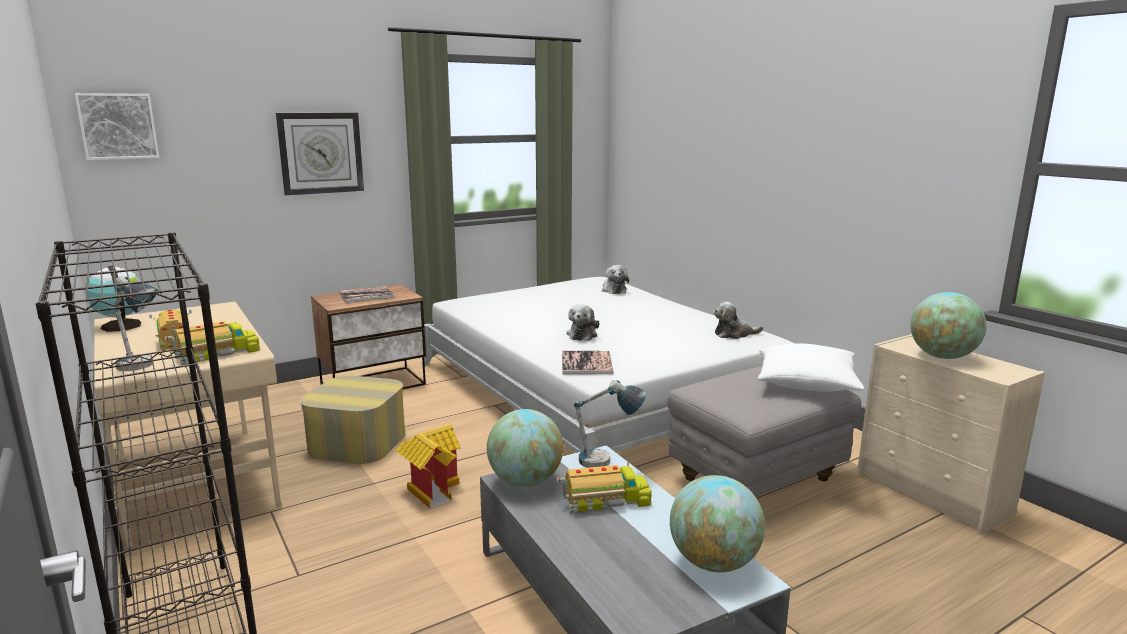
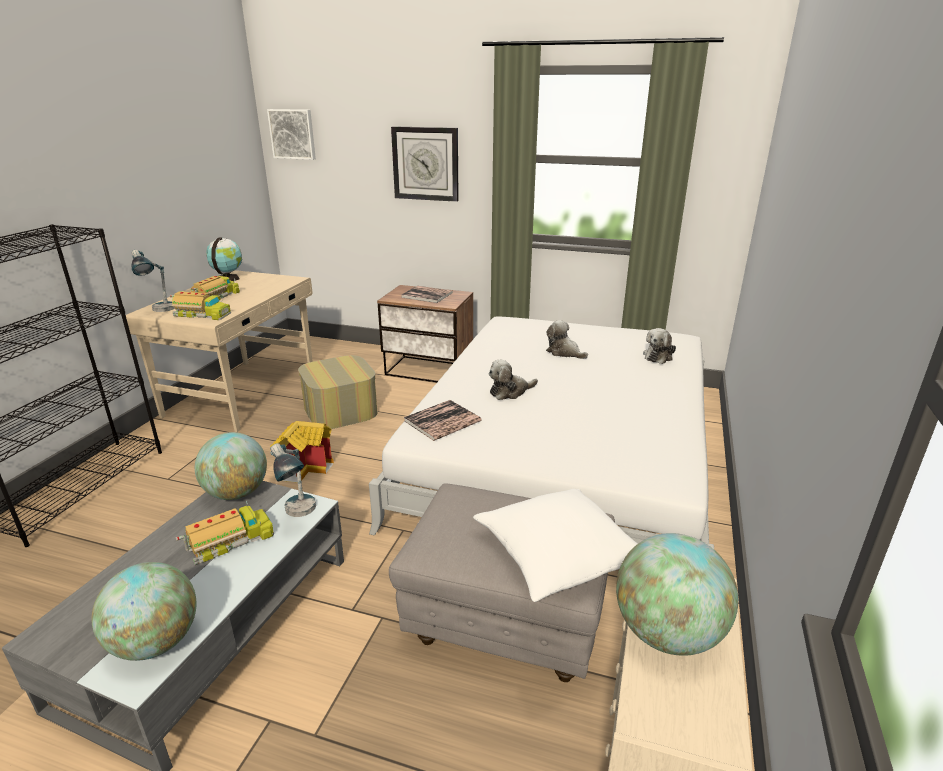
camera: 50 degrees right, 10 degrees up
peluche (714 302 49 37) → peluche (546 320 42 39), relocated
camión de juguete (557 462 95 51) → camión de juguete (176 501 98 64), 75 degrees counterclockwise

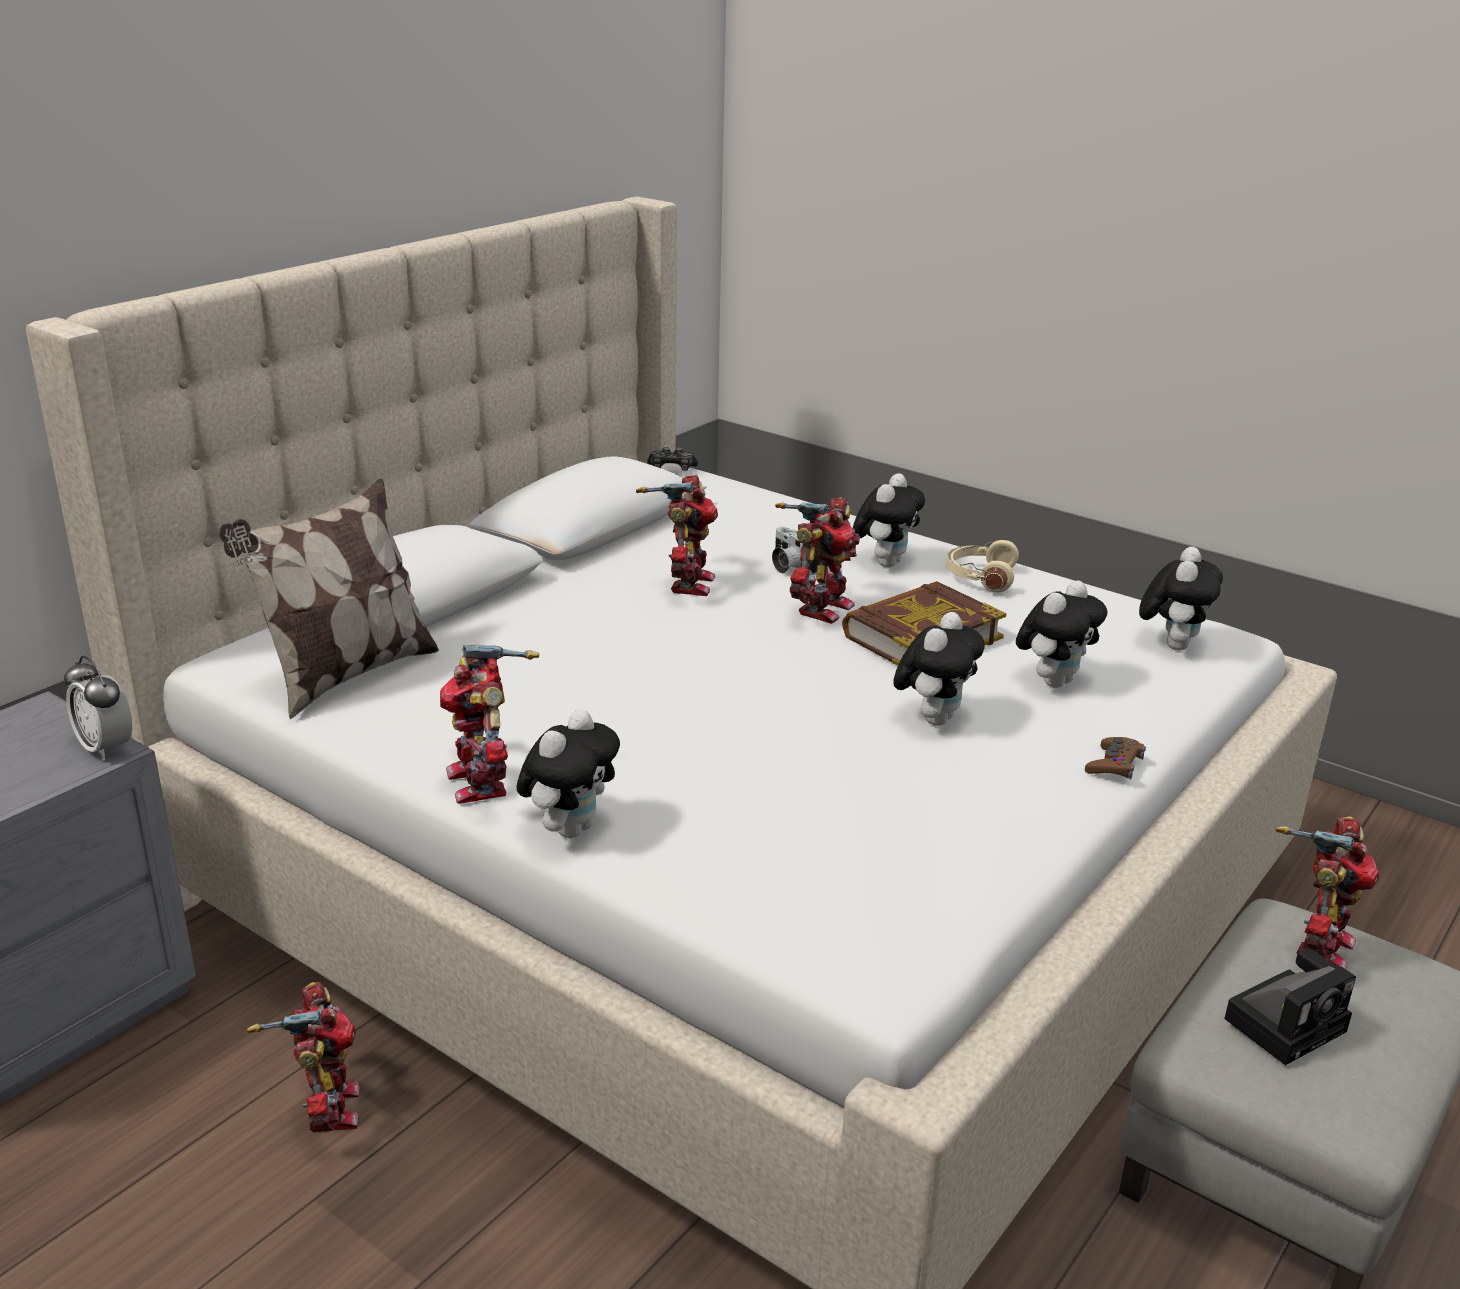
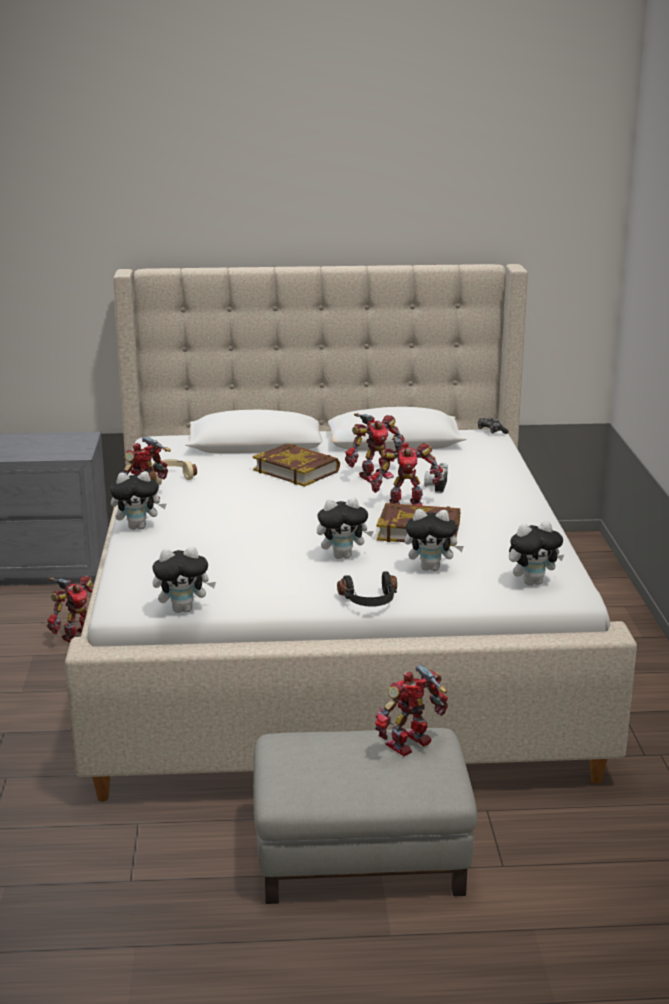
camera: 50 degrees right, 5 degrees down
peluche (853 473 72 94) → peluche (153 546 63 67), relocated
cojín (219 479 220 240) → -
auriculares [beis] (946 540 73 52) → auriculares [beis] (149 459 48 26), relocated
despertador (64 656 68 104) → -
mando de consola [marrón] (1085 737 61 43) → auriculares [negro] (337 572 60 35)
robot de juguete (1275 816 104 153) → robot de juguete (375 664 73 92), 150 degrees clockwise
cámara (1224 948 132 117) → -
- → libro (253 443 87 44)

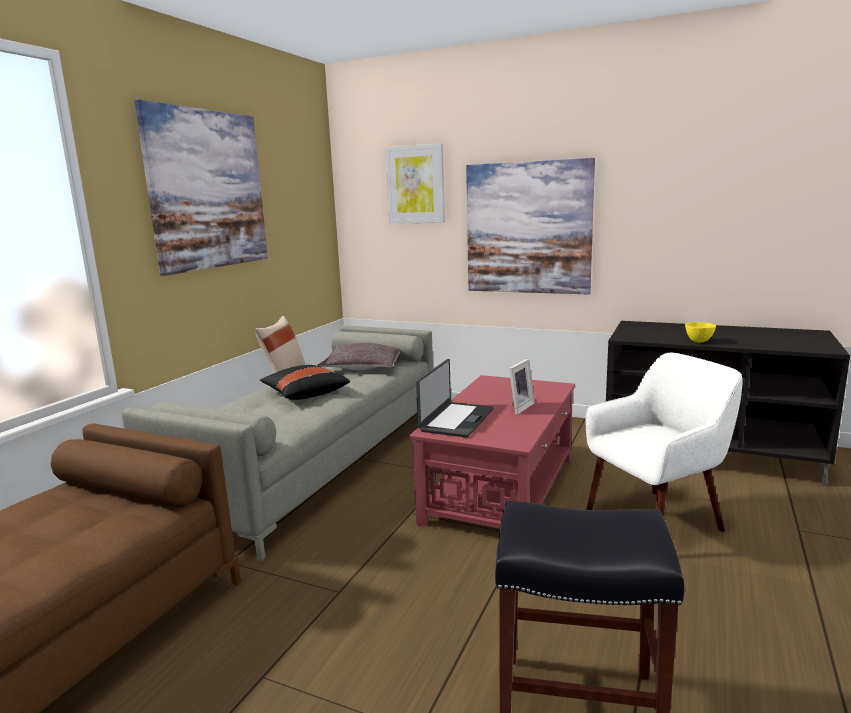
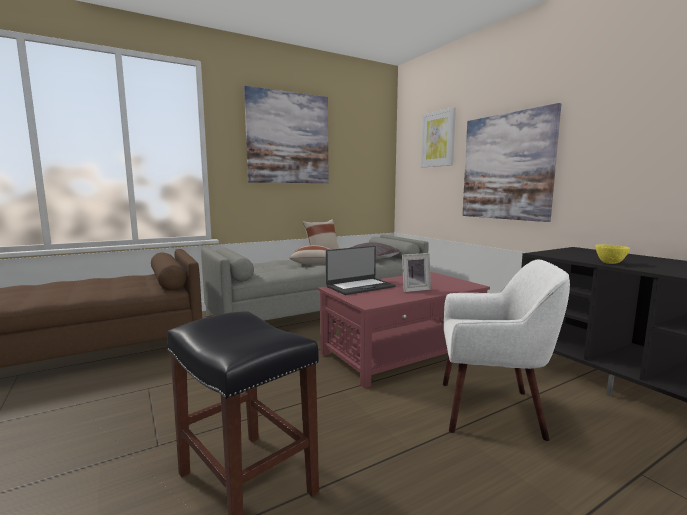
camera: 35 degrees right, 5 degrees down
cojín [negro] (260 365 90 35) → cojín [beis] (290 245 42 20)

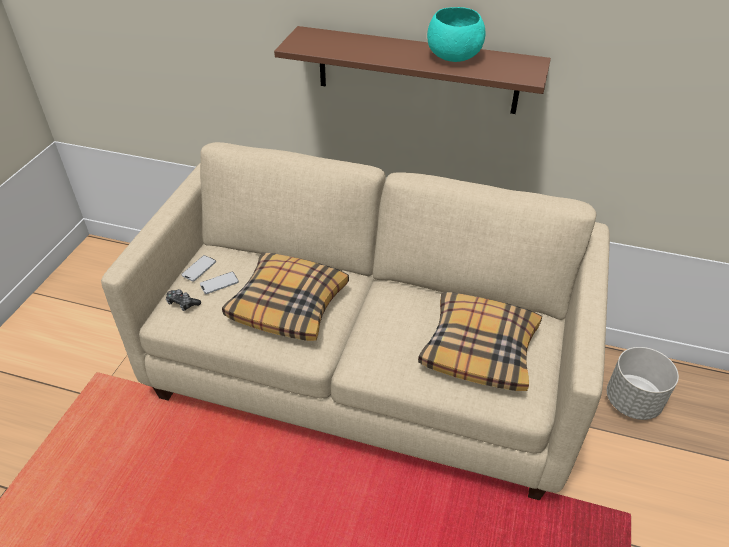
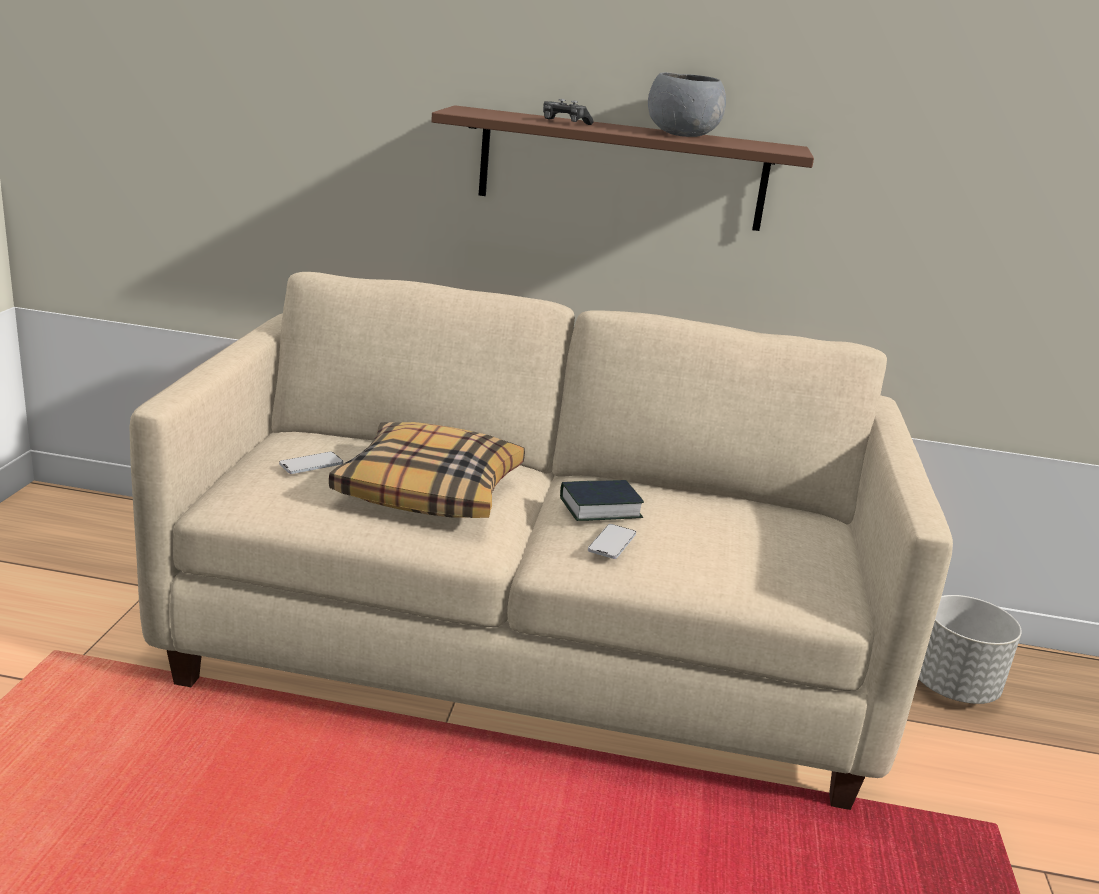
camera: 10 degrees left, 20 degrees down
cuenco [turquesa] (427 7 59 55) → cuenco [gris] (648 72 78 65)
móvil (181 255 35 26) → móvil (588 524 48 35), relocated
mando de consola (166 289 35 22) → mando de consola (543 99 51 26), relocated
cojín (418 292 124 99) → -
- → libro (560 480 84 41)

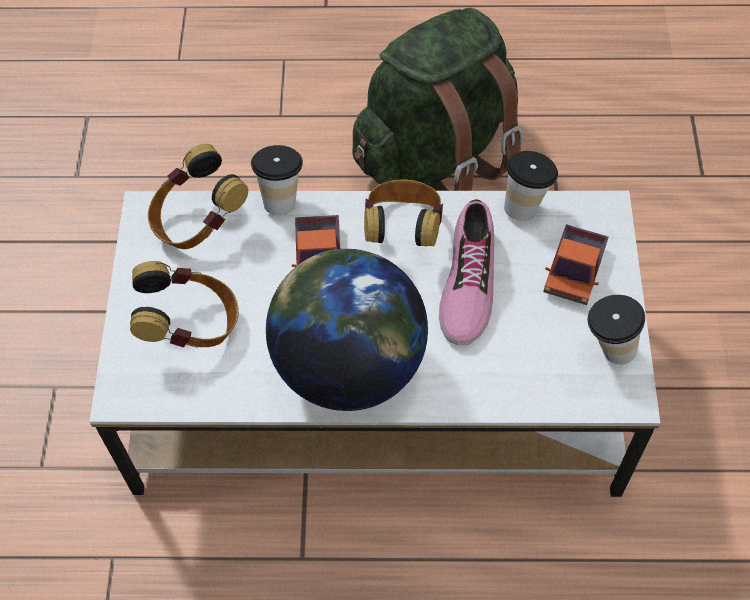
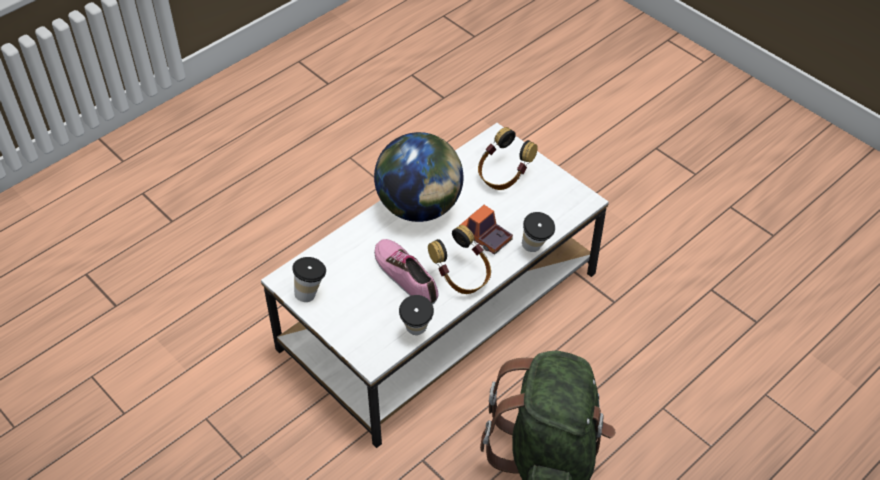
camera: 135 degrees right, 10 degrees down
auriculares (148 144 100 105) → -
camión de juguete (543 224 66 81) → -

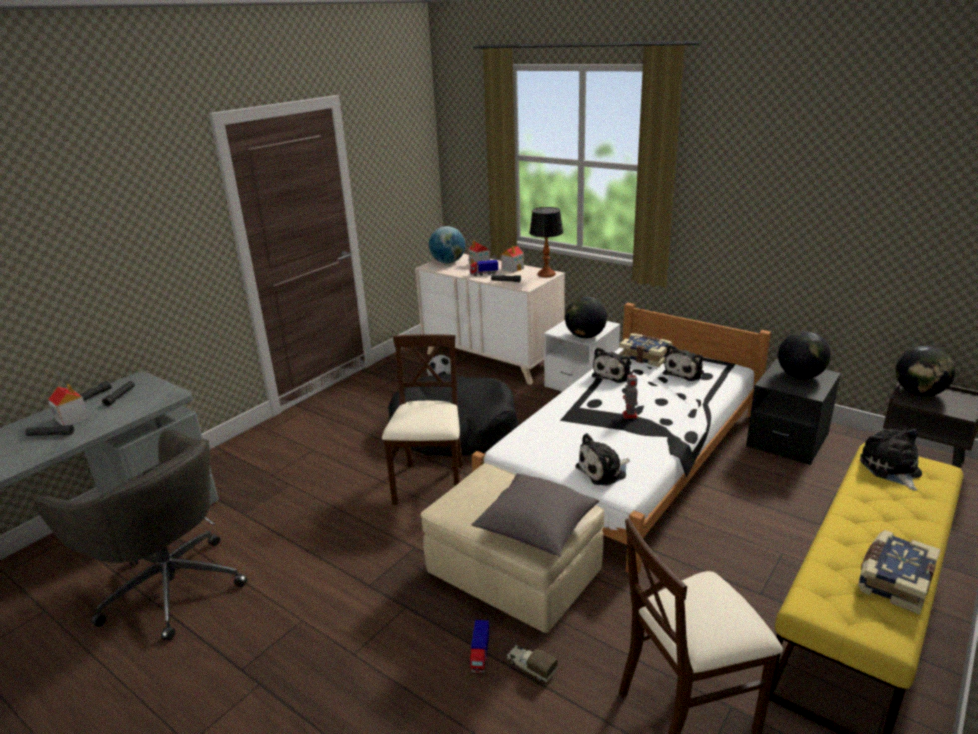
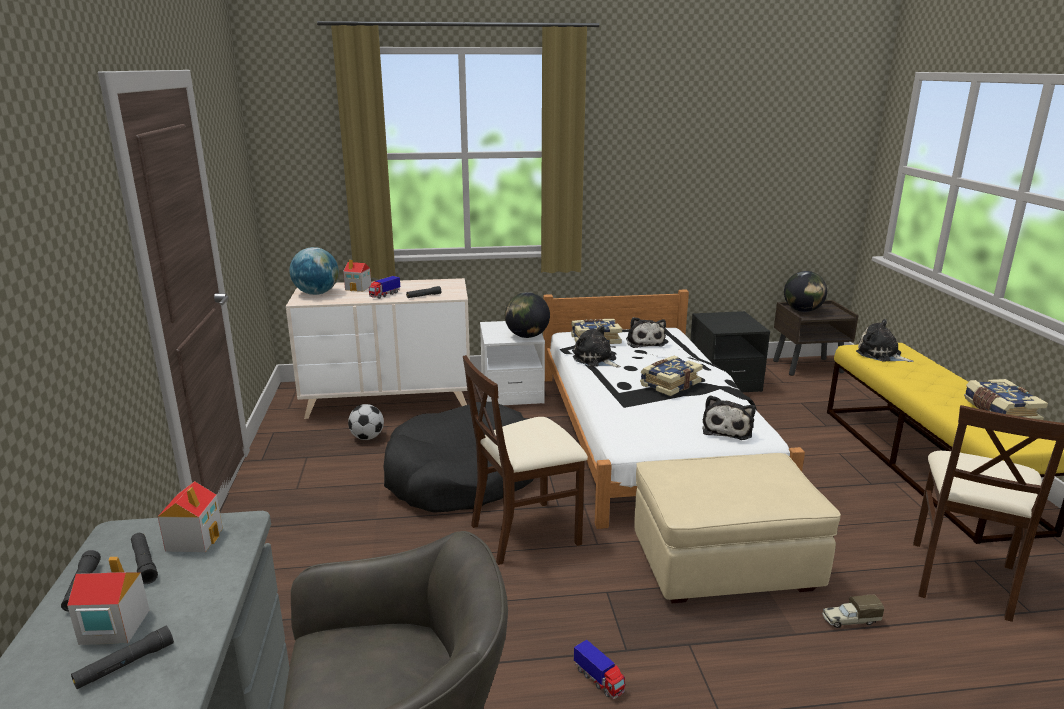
camera: 45 degrees left, 5 degrees down
lámpara de mesa (529 207 34 70) → -
casita (501 246 23 27) → casita (158 481 65 71), relocated
globo terráqueo (778 331 53 48) → -
silla [beis] (382 334 81 171) → silla [beis] (463 355 125 210), 75 degrees counterclockwise
peluche (592 347 40 36) → peluche (573 325 48 42), 150 degrees clockwise
robot de juguete (622 371 16 48) → libro (640 356 63 40)
cojín [gris] (472 473 127 84) → -
camión de juguete (468 620 21 53) → camión de juguete (574 639 51 60), relocated

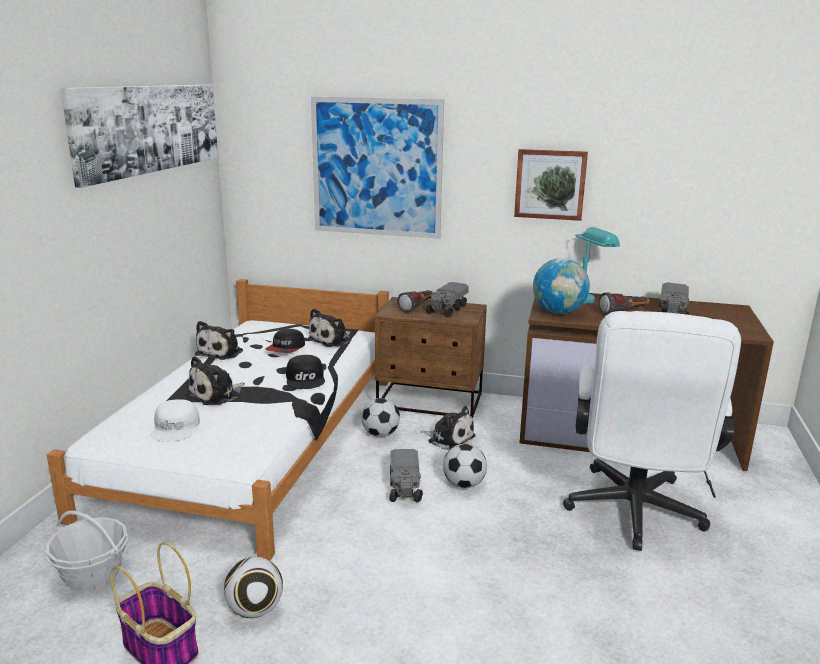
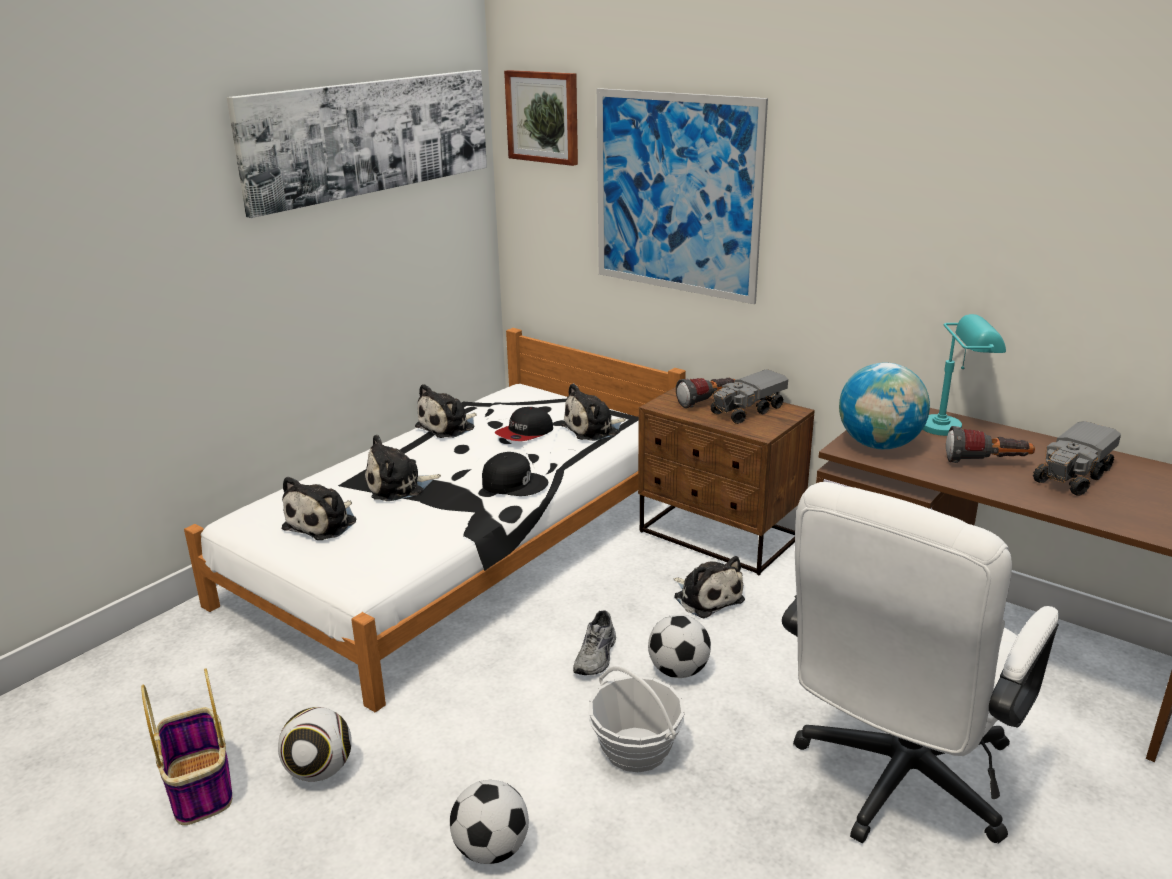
camera: 25 degrees right, 5 degrees up
cuadro (514 149 74 72) → cuadro (504 70 74 96), relocated
gorra [negro] (286 355 39 34) → gorra [negro] (482 452 66 44), 90 degrees counterclockwise
balón de fútbol (361 398 39 39) → balón de fútbol (450 780 79 84), relocated
gorra [blanco] (151 399 49 43) → peluche (282 476 74 64)
camión de juguete (390 449 33 53) → zapato [gris] (573 611 43 64)
cesta (46 511 82 80) → cesta (588 666 97 106), relocated

